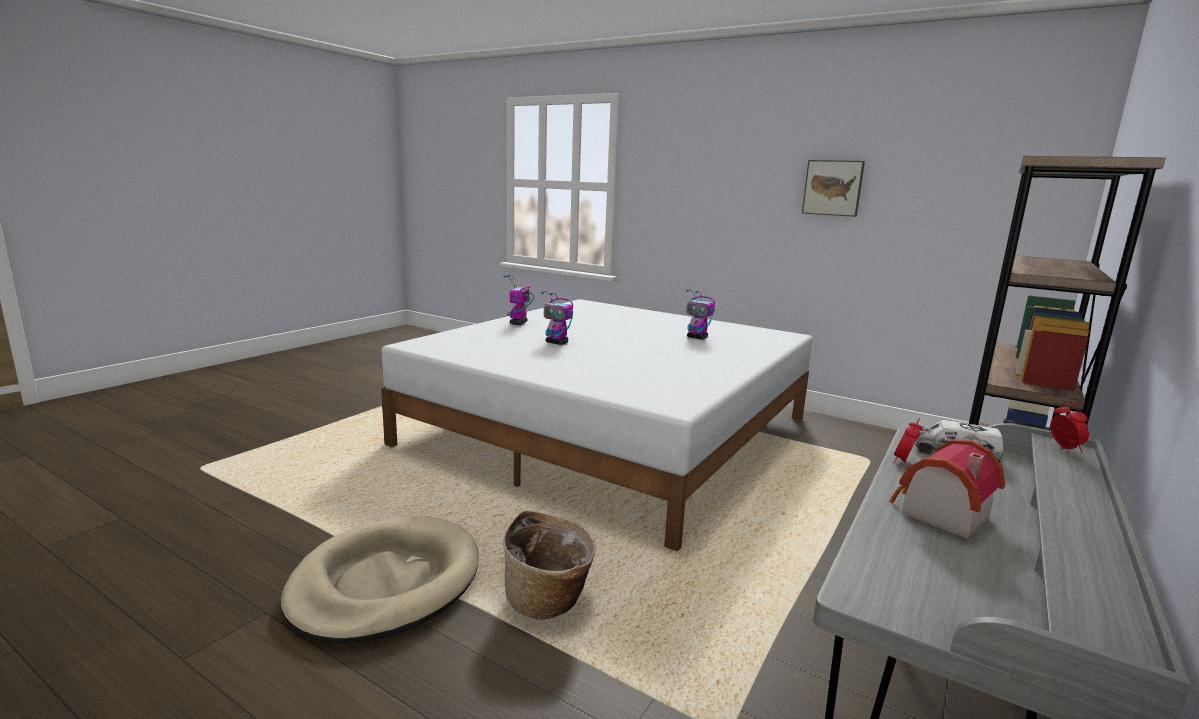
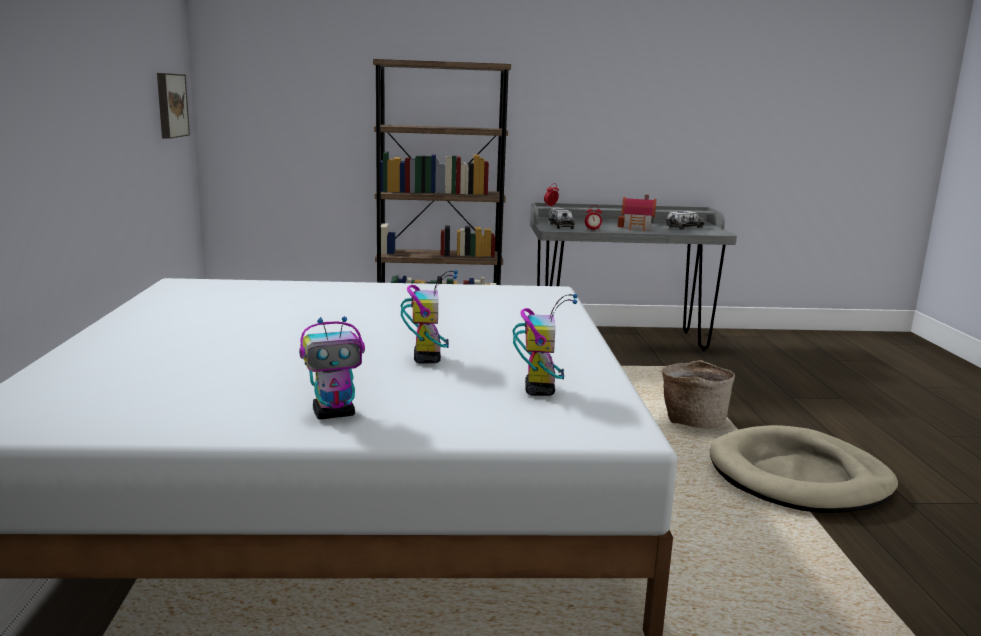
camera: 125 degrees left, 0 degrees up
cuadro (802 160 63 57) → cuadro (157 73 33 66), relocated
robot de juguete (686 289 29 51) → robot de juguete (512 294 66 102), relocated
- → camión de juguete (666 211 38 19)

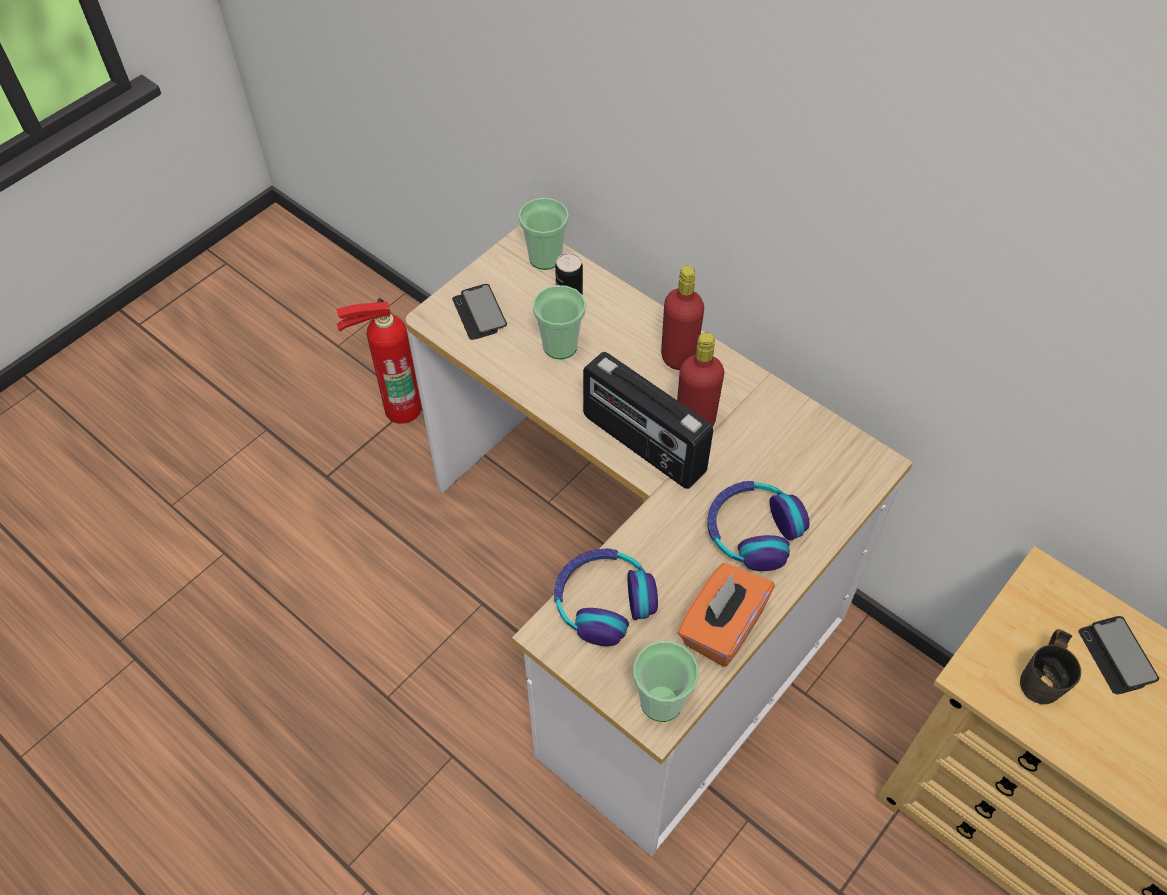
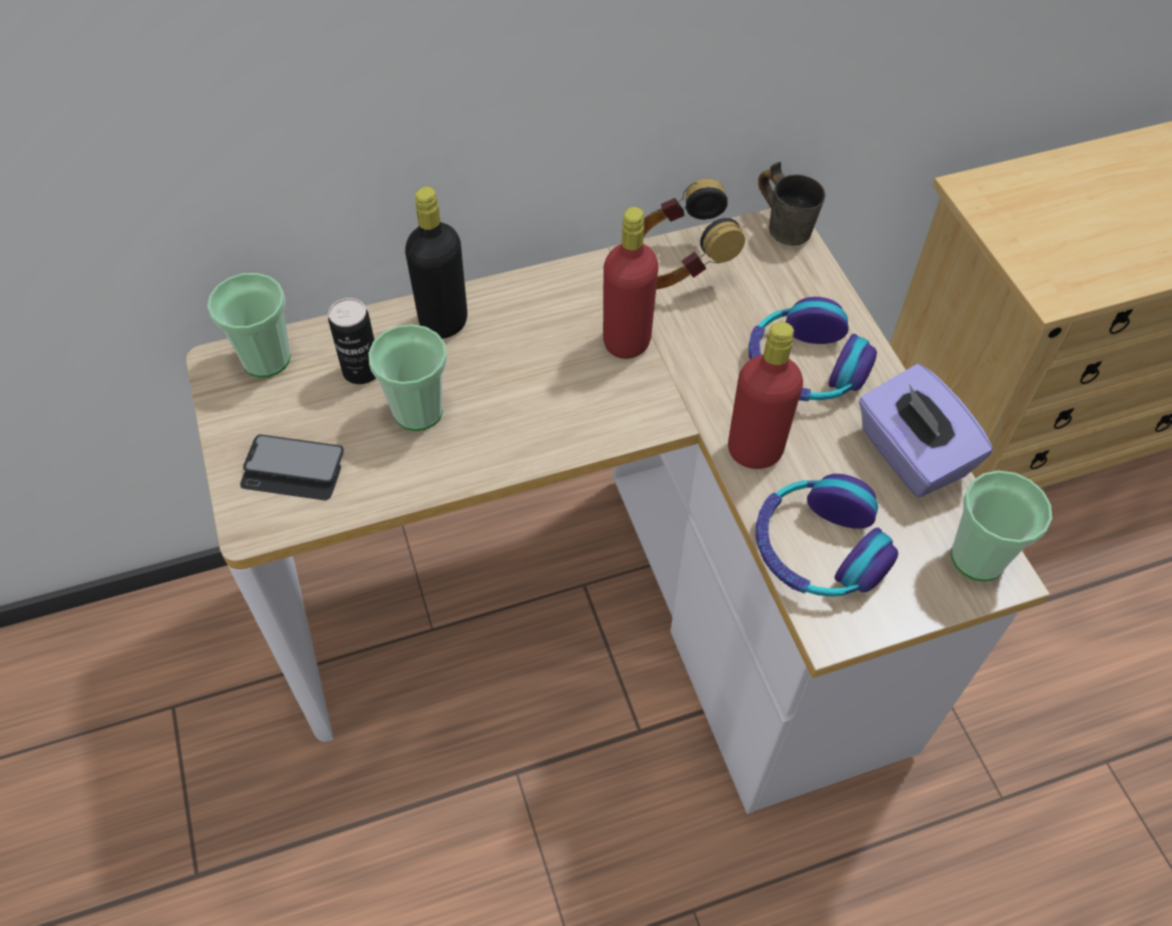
camera: 60 degrees left, 0 degrees up
botella [rojo] (661 266 43 104) → botella [rojo] (728 322 75 147), relocated
extintor (336 298 86 126) → -
radio (583 352 130 137) → -
caja de pañuelos [naranja] (677 563 98 104) → caja de pañuelos [morado] (859 364 134 133)
móvil (1078 616 81 78) → -
taza grande [gris] (1020 629 61 75) → taza grande [gris] (758 162 68 84), relocated
- → auriculares (643 179 102 110)
- → botella [negro] (405 187 62 152)

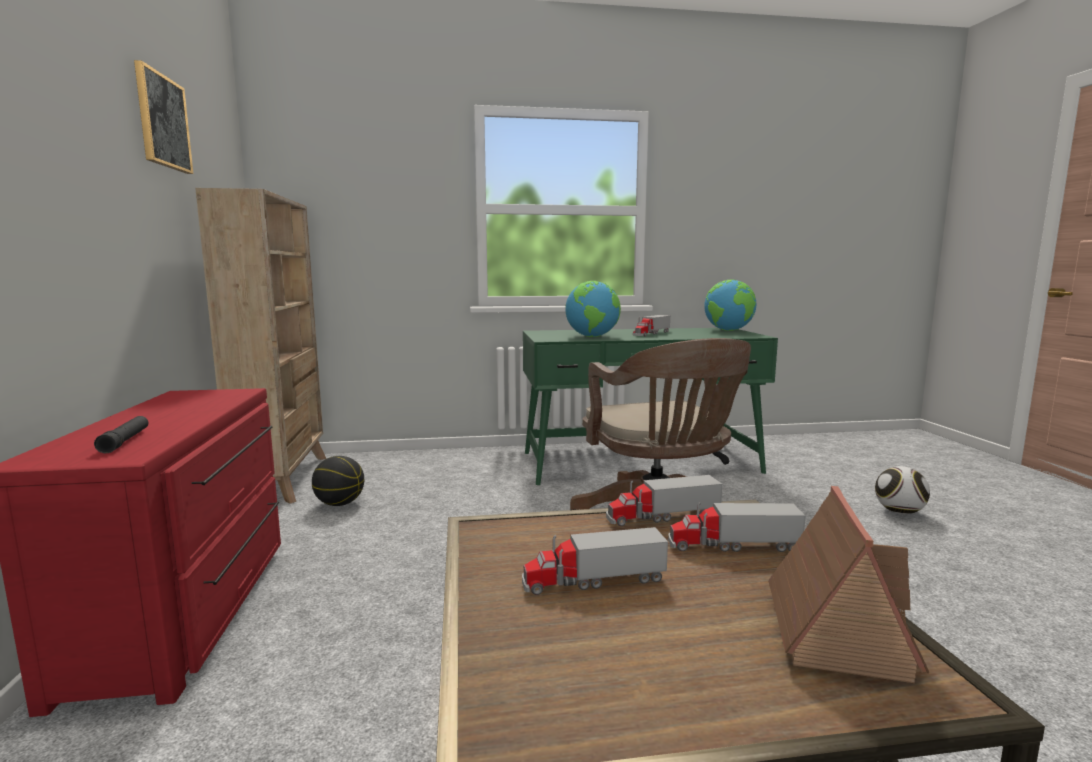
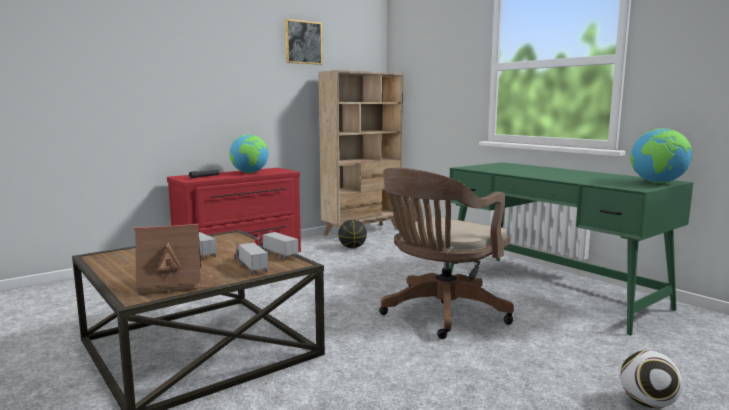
camera: 60 degrees right, 0 degrees up
globo terráqueo (565 281 56 56) → globo terráqueo (229 134 40 39), relocated
camión de juguete (633 315 37 21) → -

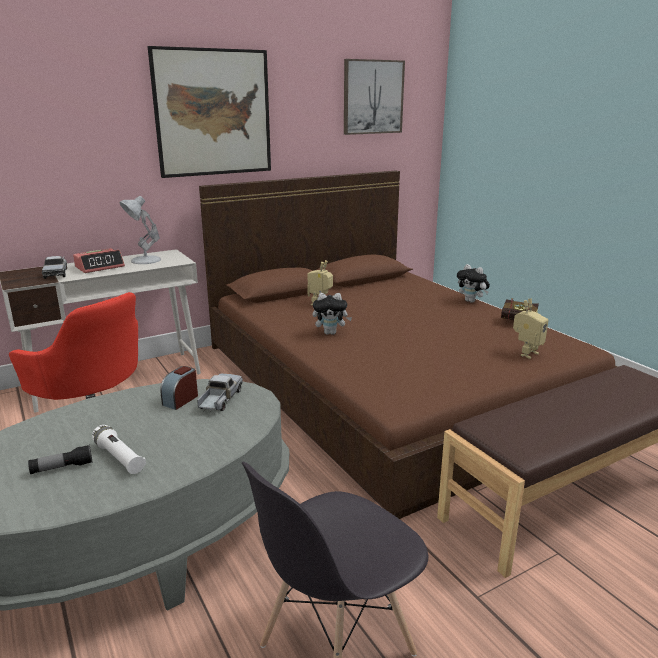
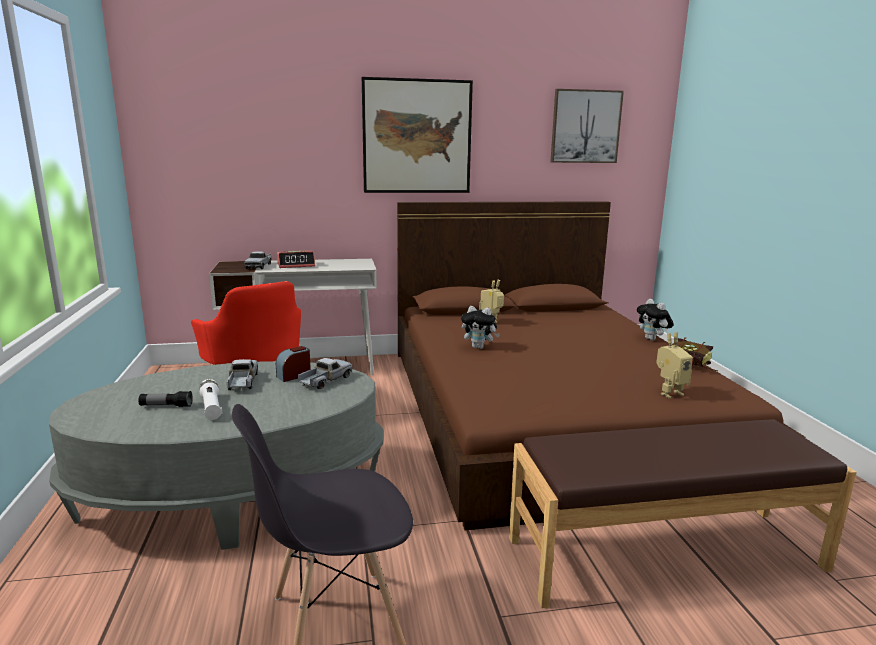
camera: 20 degrees right, 5 degrees down
lámpara de mesa [blanco] (119 196 42 68) → -
- → camión de juguete (227 359 31 31)

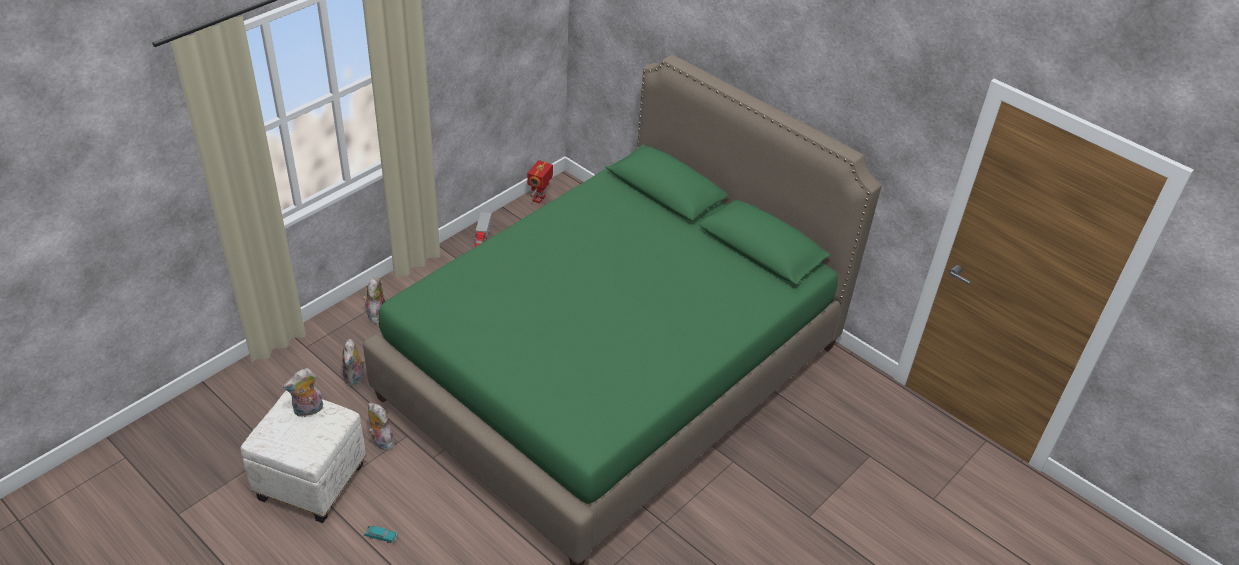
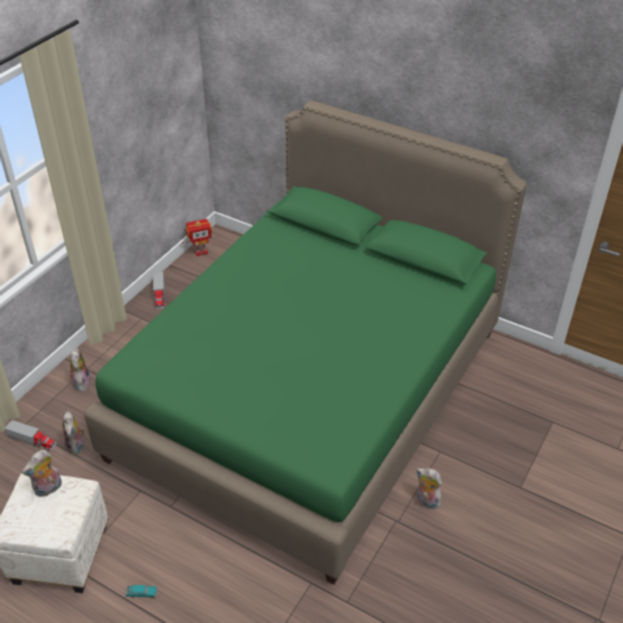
camera: 10 degrees left, 0 degrees up
robot de juguete (528 160 25 43) → robot de juguete (182 219 36 37), 120 degrees counterclockwise
peluche (368 403 27 47) → peluche (416 468 26 41), relocated
- → camión de juguete (5 420 51 31)

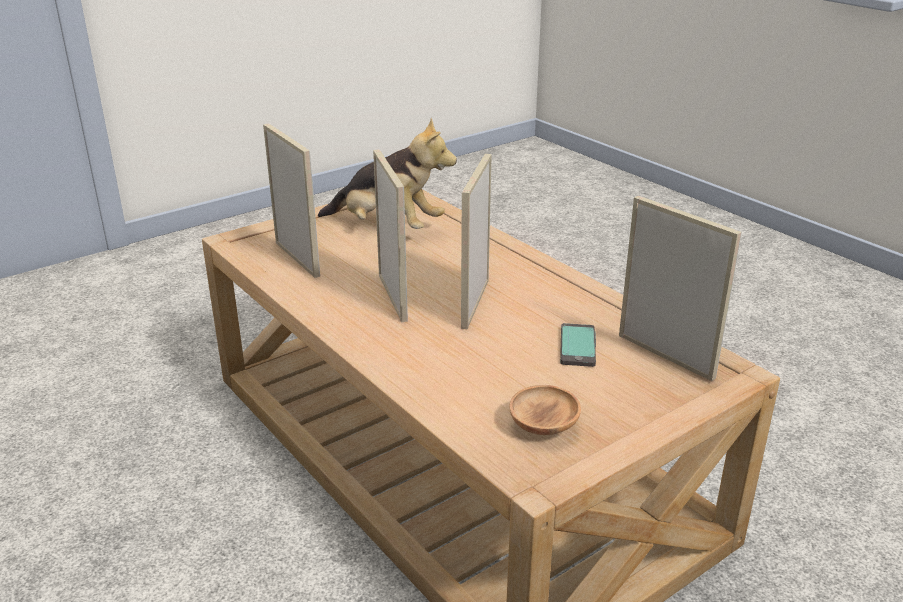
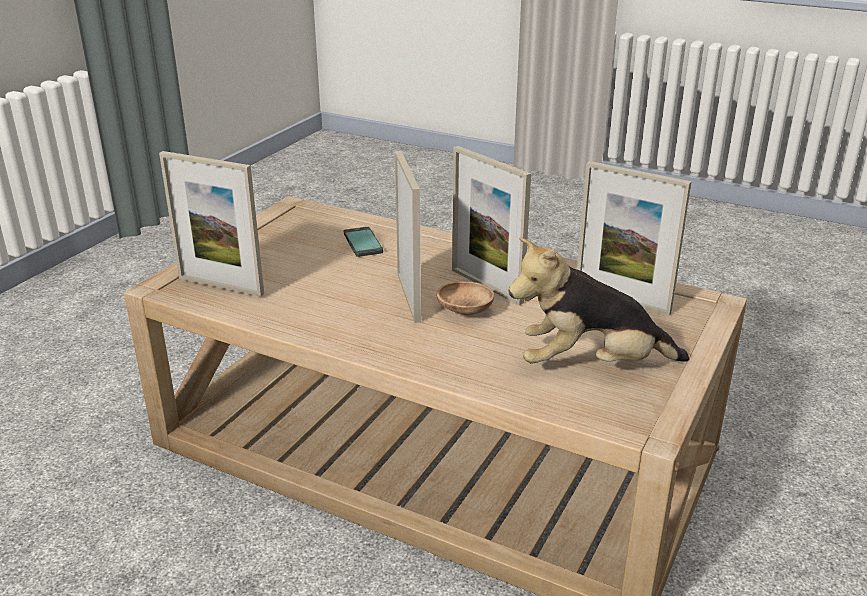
camera: 155 degrees right, 0 degrees up
móvil (560 323 36 44) → móvil (344 227 39 30), relocated
cuenco [marrón] (510 385 71 50) → cuenco [marrón] (437 282 57 33), relocated

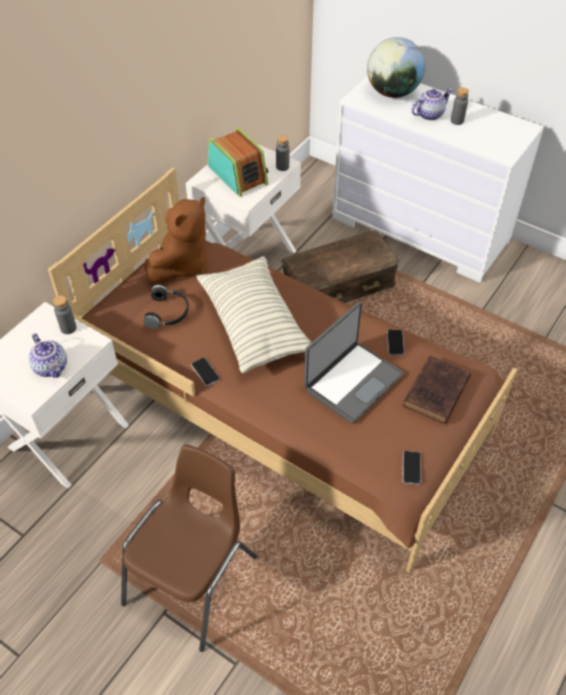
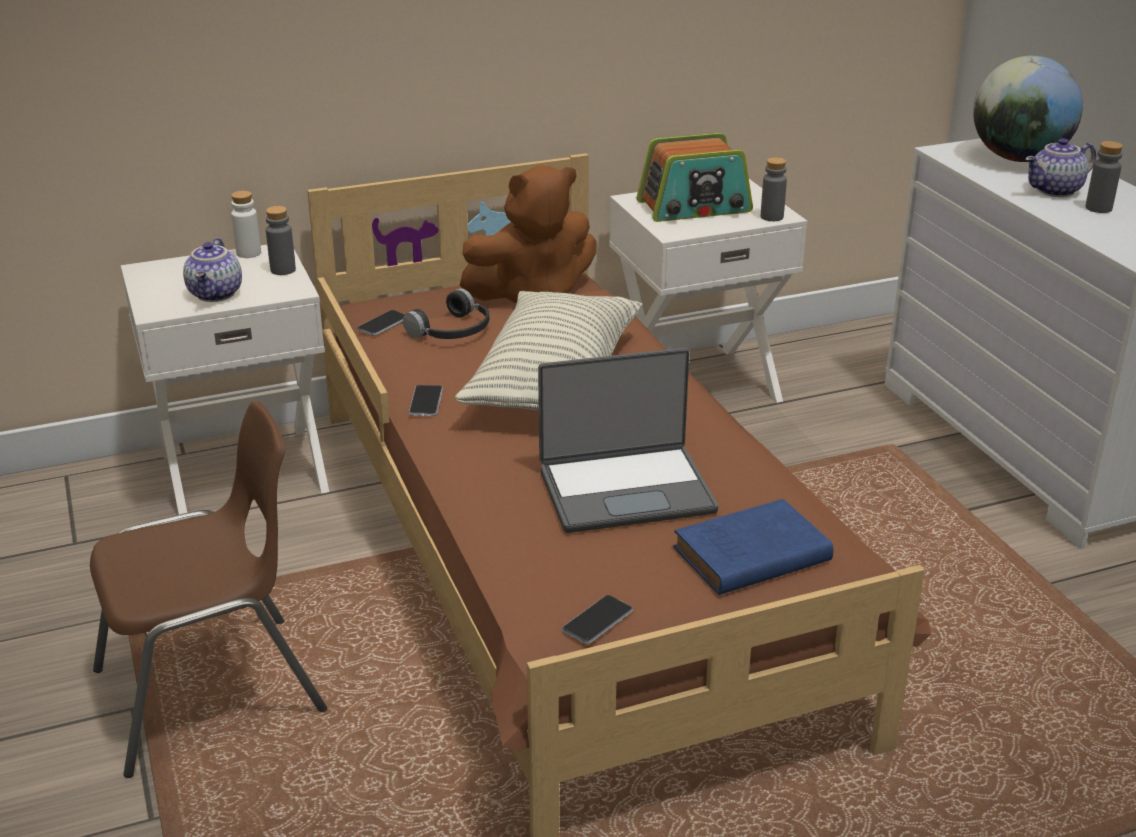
camera: 35 degrees right, 20 degrees down
tetera (411 89 41 31) → tetera (1025 138 71 59), 150 degrees clockwise
radio (208 127 60 70) → radio (636 133 117 89), 75 degrees clockwise
caja de almacenaje [marrón] (281 230 118 73) → -
móvil (387 329 18 26) → móvil (357 310 48 26), relocated
libro [marrón] (403 356 68 68) → libro [azul] (673 499 160 96)
- → botella [blanco] (231 191 30 67)

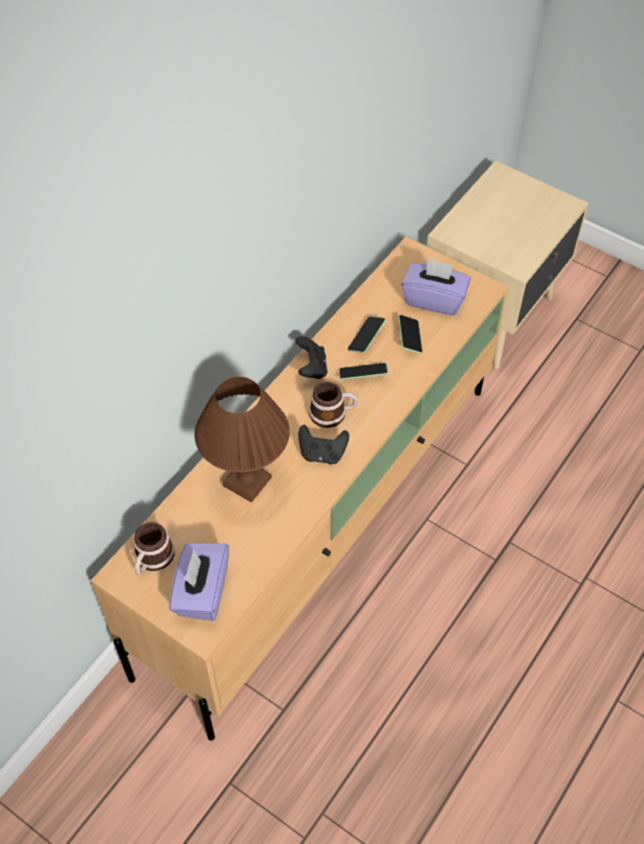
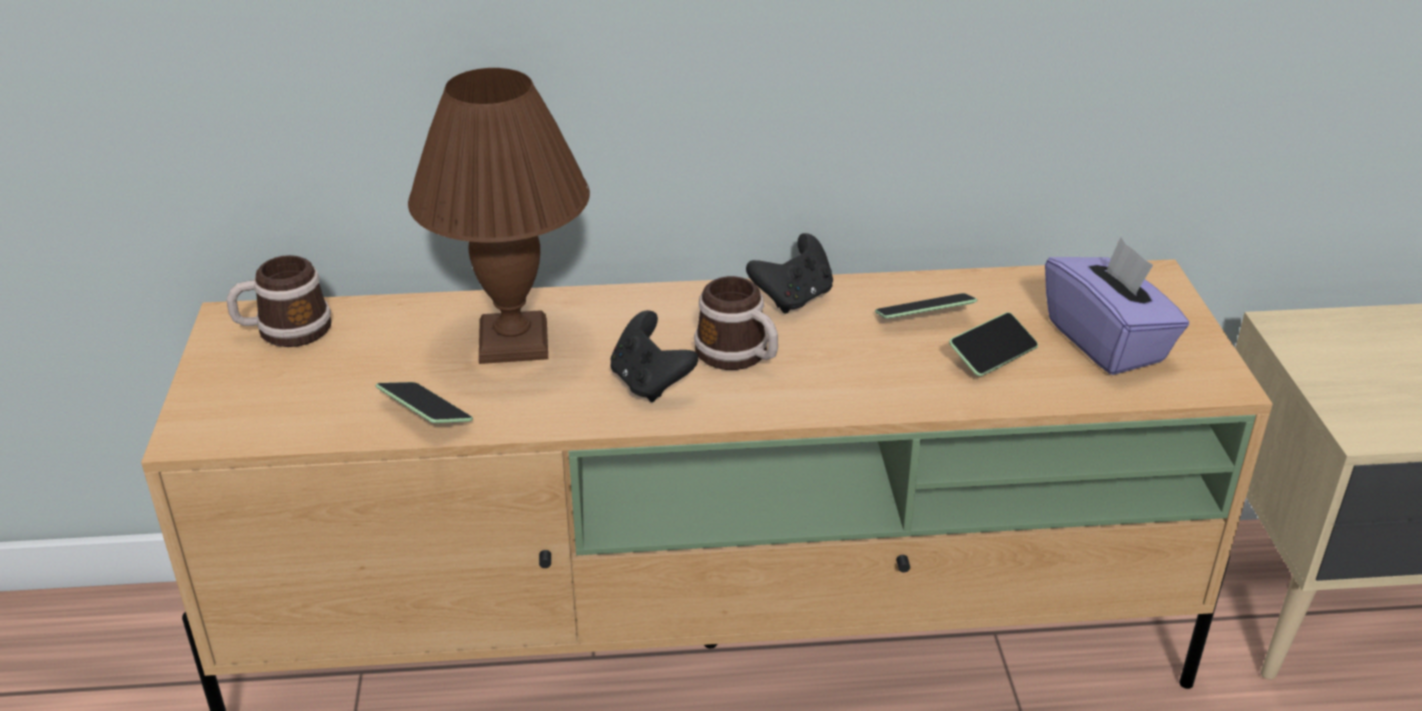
camera: 50 degrees right, 20 degrees down
móvil (339 363 49 17) → móvil (376 382 97 41), relocated
caja de pañuelos [morado] (169 543 60 78) → -

